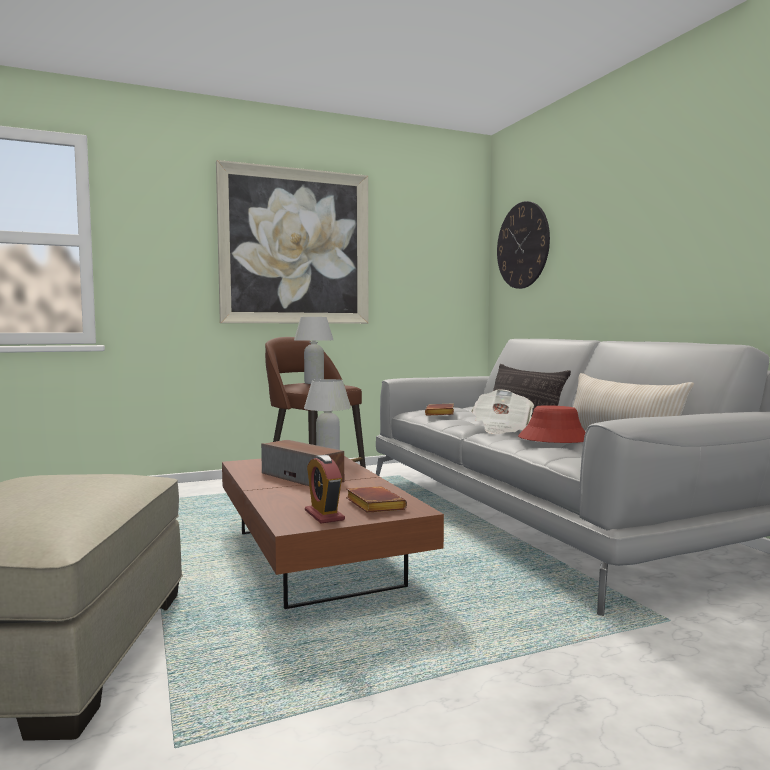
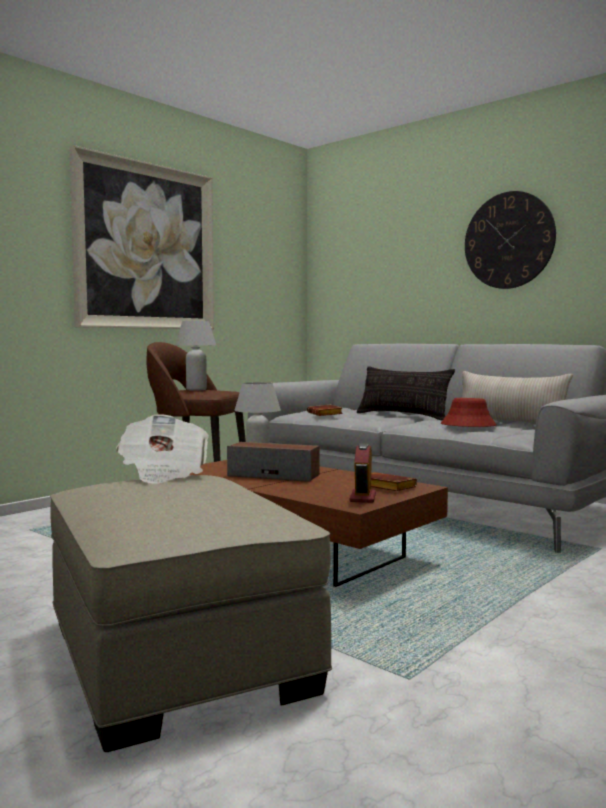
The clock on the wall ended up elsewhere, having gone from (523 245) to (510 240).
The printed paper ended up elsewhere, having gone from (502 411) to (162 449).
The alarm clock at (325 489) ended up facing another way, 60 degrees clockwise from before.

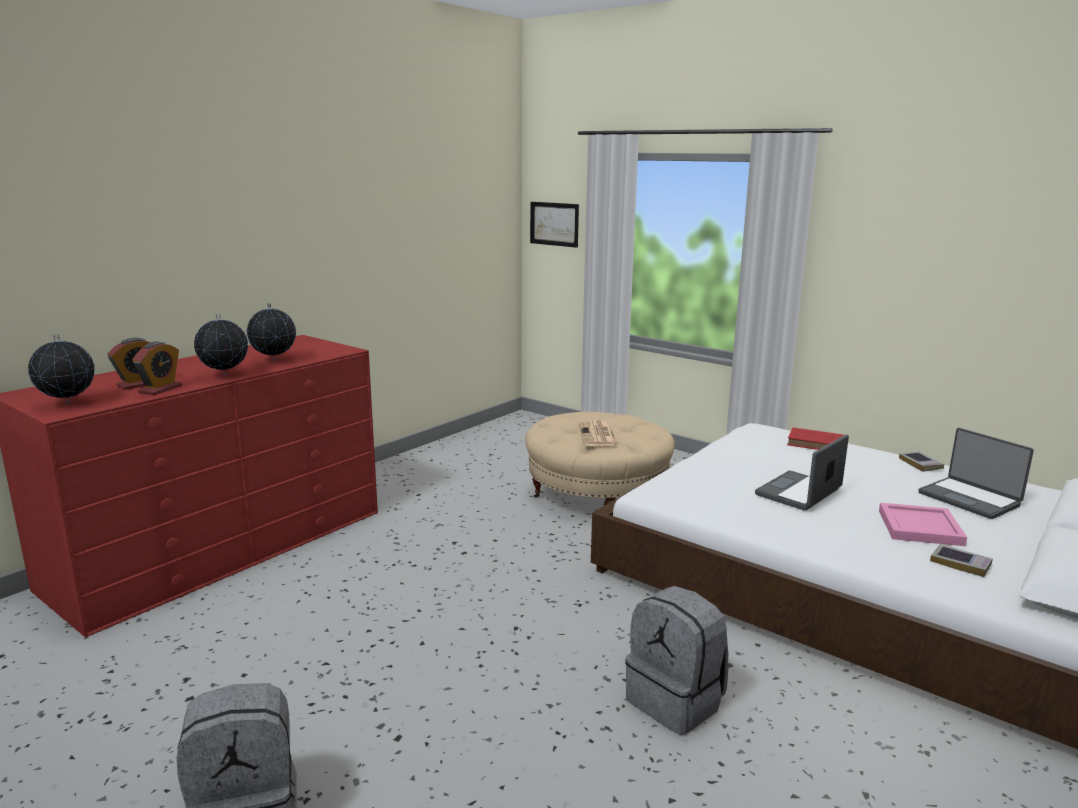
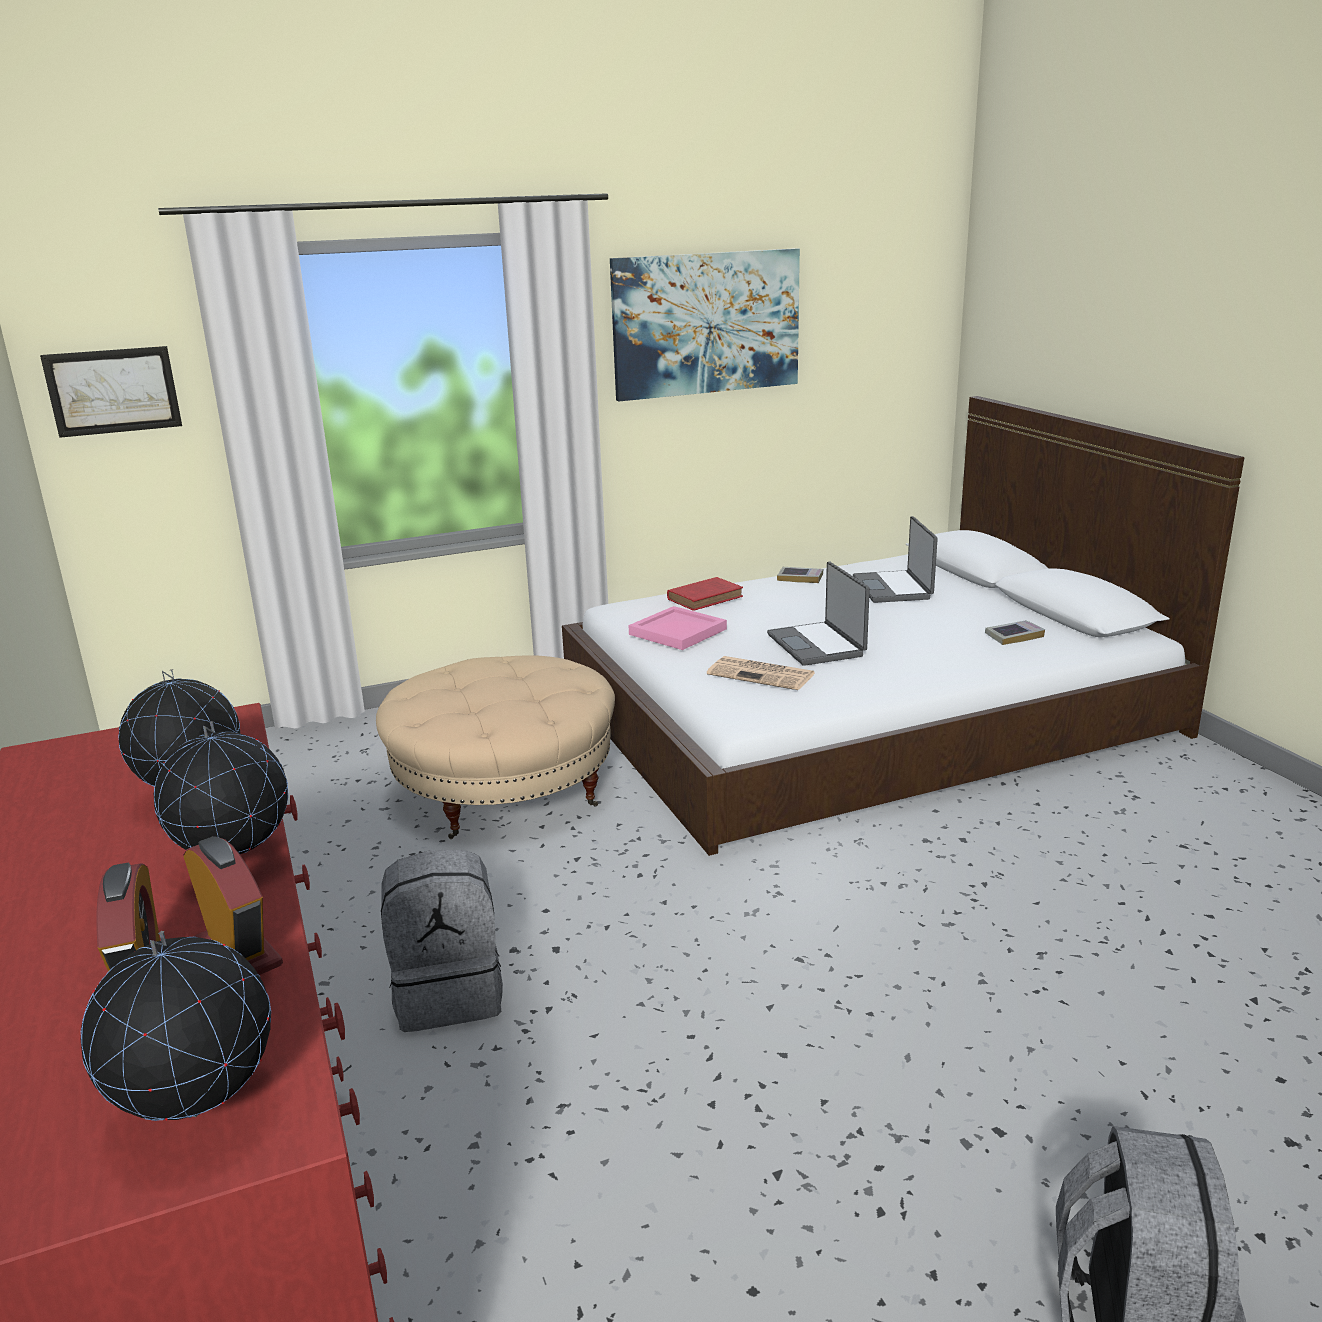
The printed paper ended up elsewhere, having gone from (598 433) to (761 673).
The laptop at (976 473) ended up facing another way, 90 degrees clockwise from before.
The pinkish serving tray ended up elsewhere, having gone from (923 524) to (678 628).
The gray knapsack ended up elsewhere, having gone from (676 660) to (442 941).
The second view gained the wall art at (705 324).

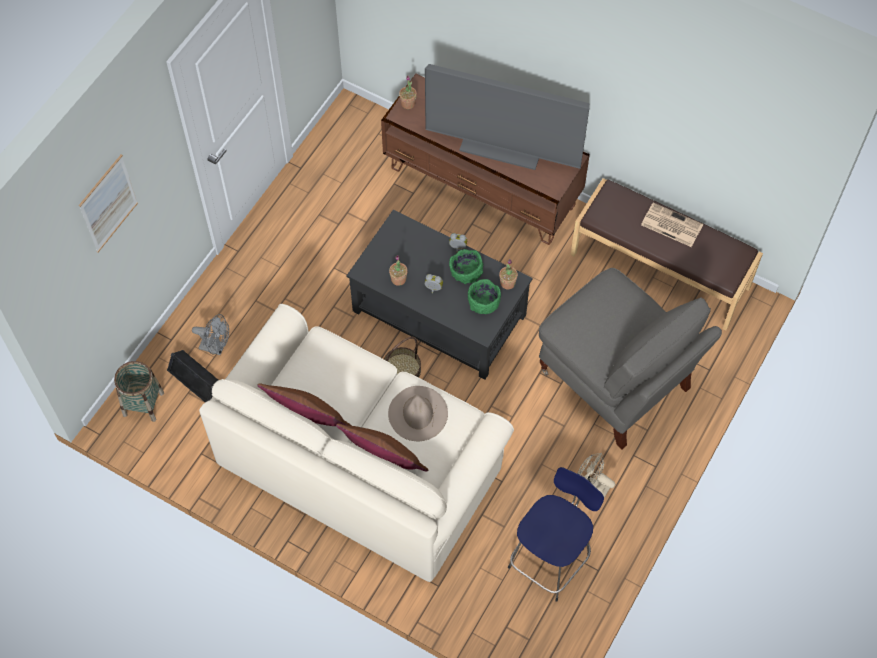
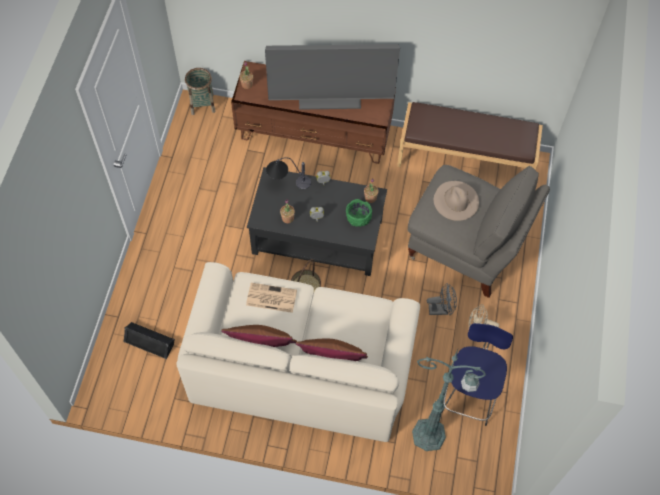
The second view lost the wall art at (108 203).
The printed paper ended up elsewhere, having gone from (672 225) to (271 298).
The second view lost the greenish deep dish at (466 266).
The gray cooling fan ended up elsewhere, having gone from (210 334) to (442 299).
The basket ended up elsewhere, having gone from (139 391) to (200 91).
The beige clothing hat ended up elsewhere, having gone from (418 413) to (456 201).
The second view gained the lamp for a table at (288 173).
The second view gained the greenish standard lamp at (449 400).

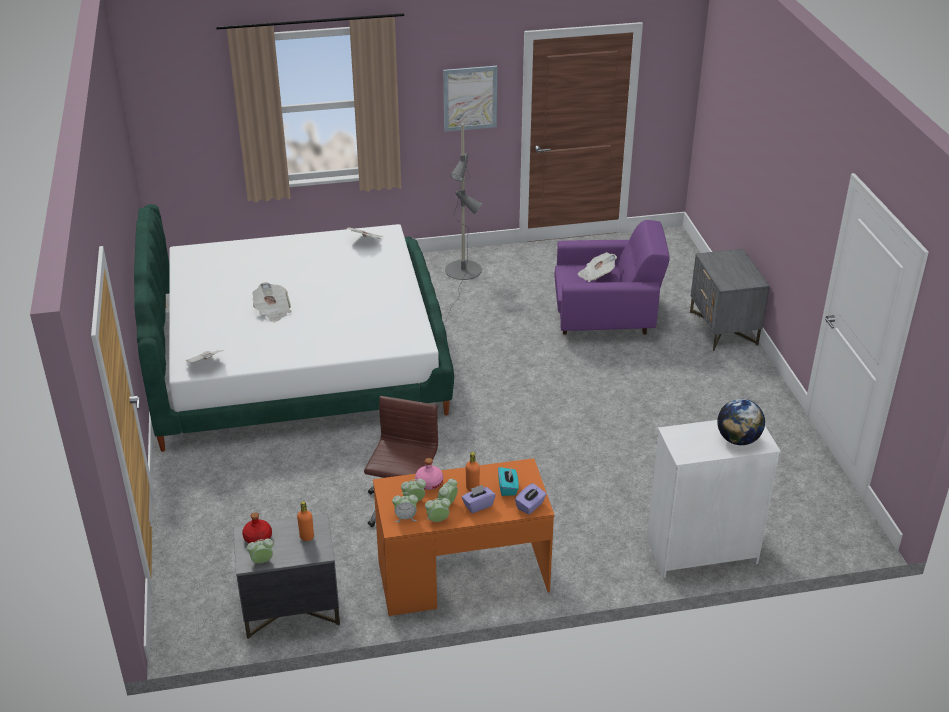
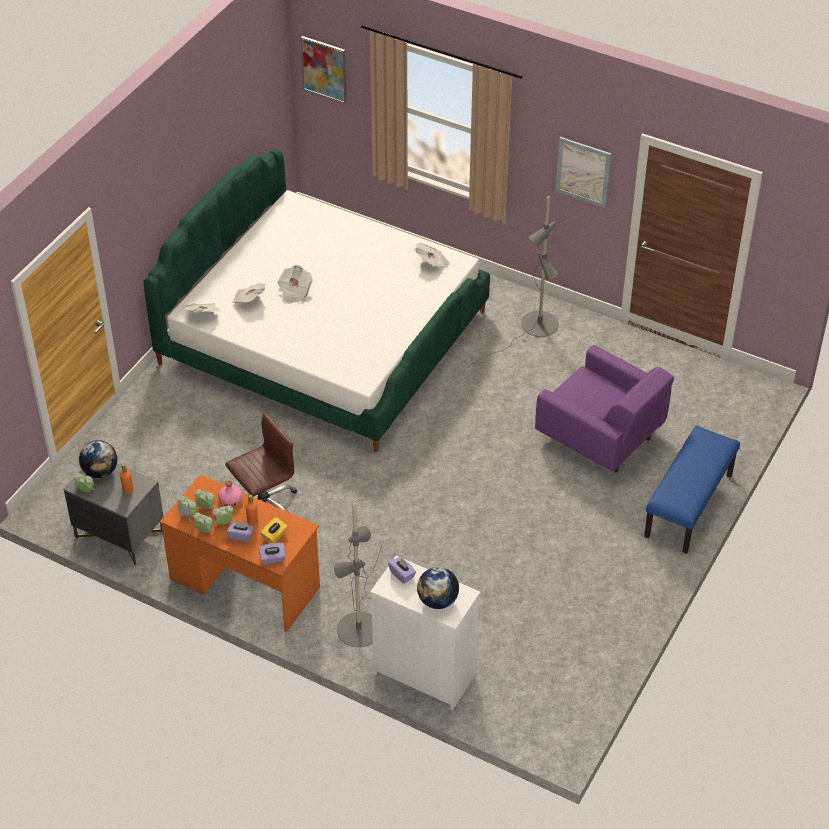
Where the gray nightstand stood at (730 300), the bluish indoor bench came to stand at (692 490).
The printed paper ended up elsewhere, having gone from (597 267) to (249 293).
What was the blue-green box of tissues at (508 481) turned into the yellowish box of tissues at (274 530).
Where the red drink bottle stood at (257 527), the globe came to stand at (98 459).
The second view gained the wall art at (324 69).
The second view gained the gray standard lamp at (357 575).
The second view gained the purple box of tissues at (402 570).

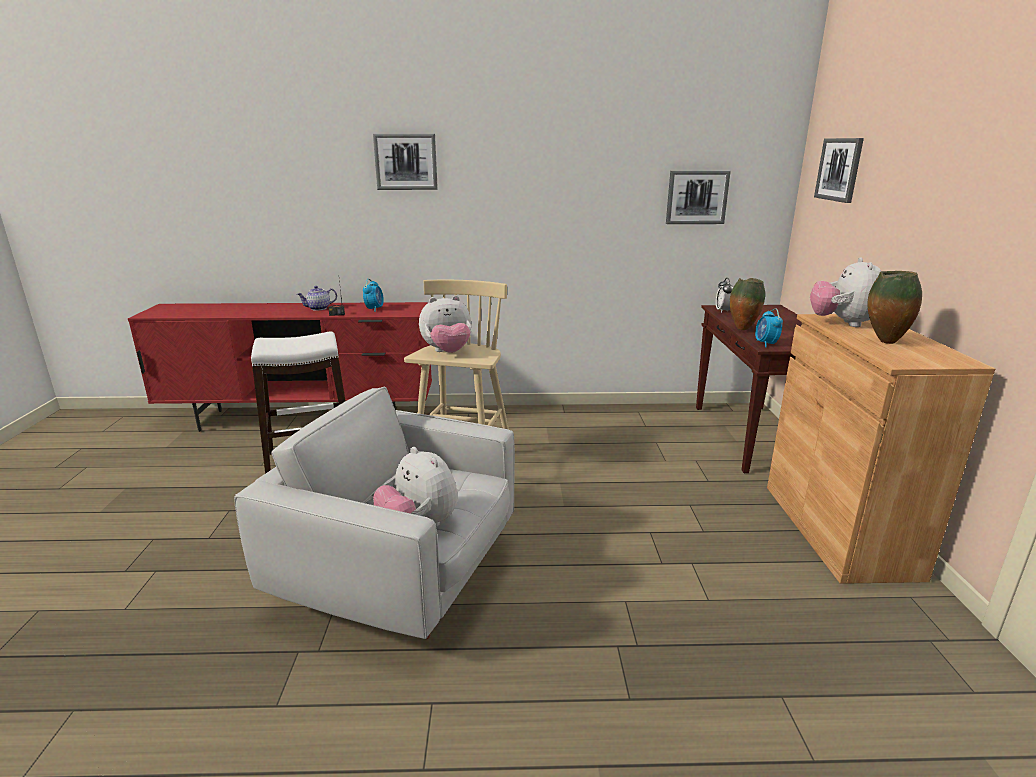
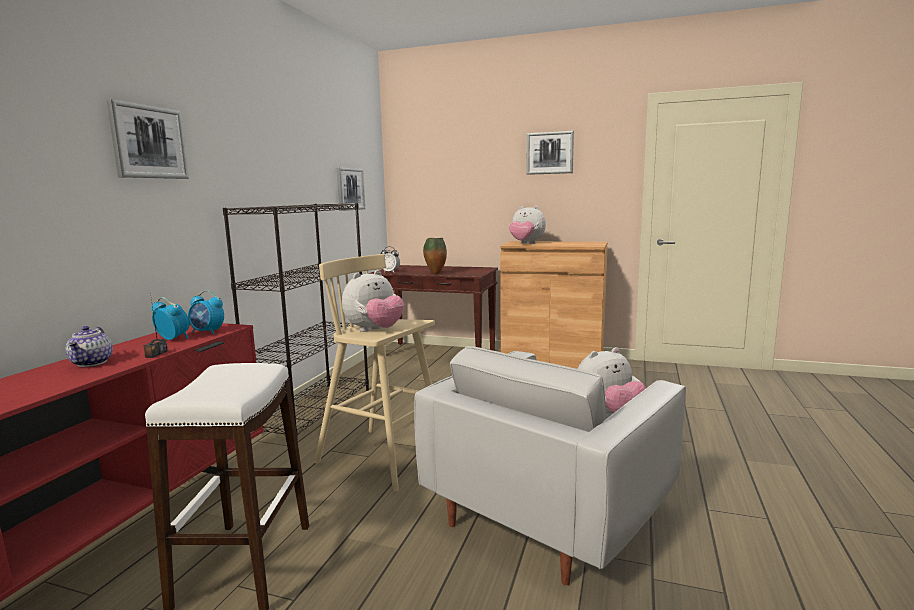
The wall art ended up elsewhere, having gone from (839 170) to (550 153).
The second view lost the decorative vase at (895 307).
The plush toy at (445 324) ended up facing another way, 45 degrees clockwise from before.
The alarm clock ended up elsewhere, having gone from (769 327) to (206 312).
The second view gained the black bookshelf at (296 321).

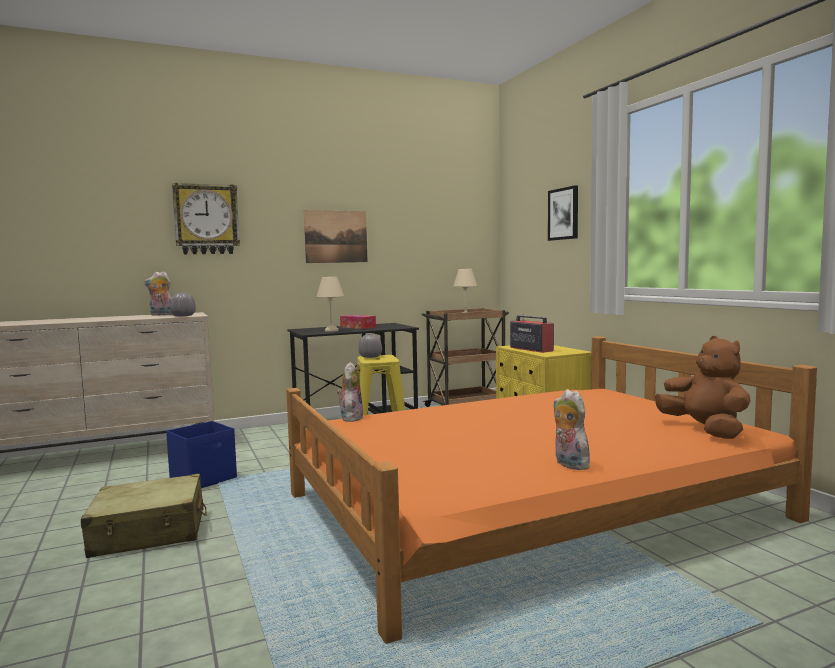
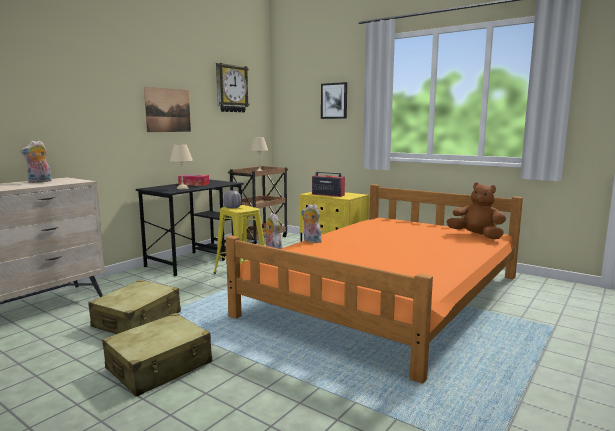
The clock on the wall ended up elsewhere, having gone from (206 218) to (232 87).
The second view lost the gray decorative vase at (183 304).
The plush toy ended up elsewhere, having gone from (572 429) to (311 223).
Where the bluish storage box stood at (201 454), the beige piece of luggage came to stand at (134 307).

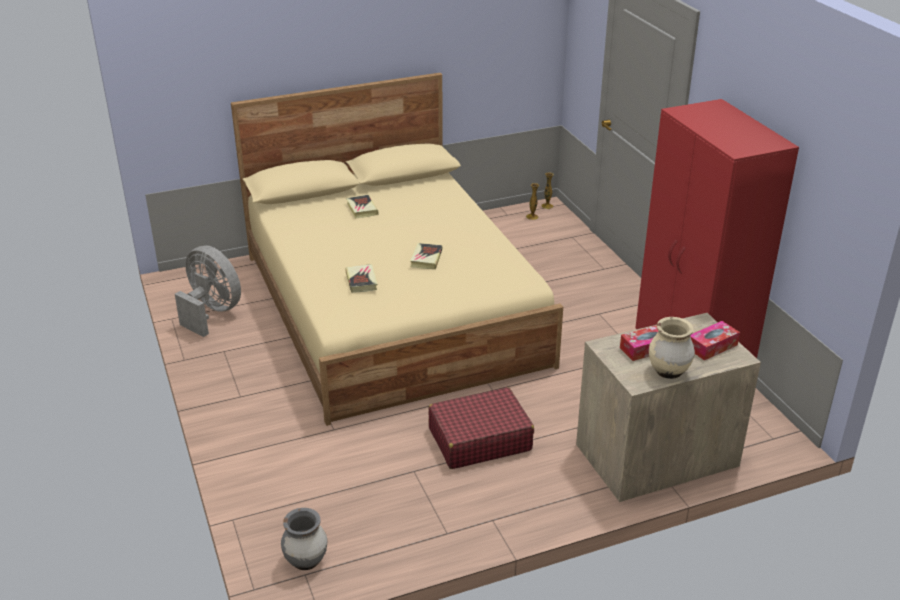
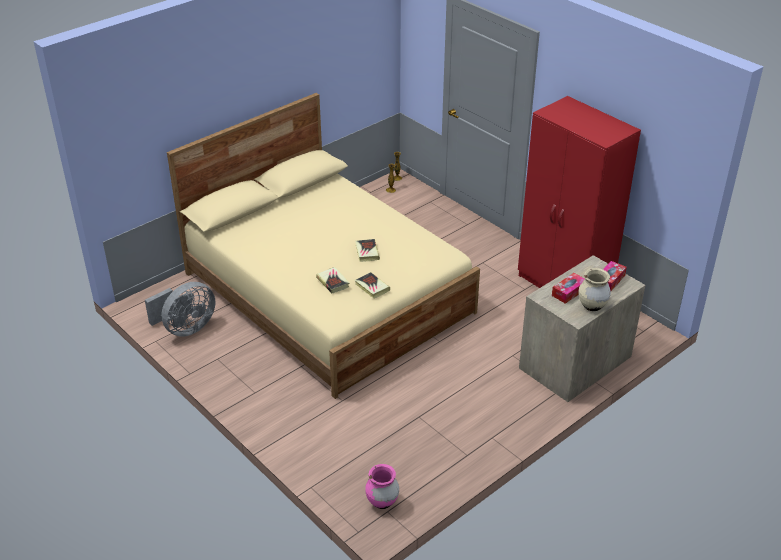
The volume ended up elsewhere, having gone from (362 207) to (372 285).
The gray cooling fan at (208 291) ended up facing another way, 120 degrees clockwise from before.
The second view lost the red piece of luggage at (481 428).
What was the gray decorative vase at (304 539) turned into the pinkish decorative vase at (382 486).

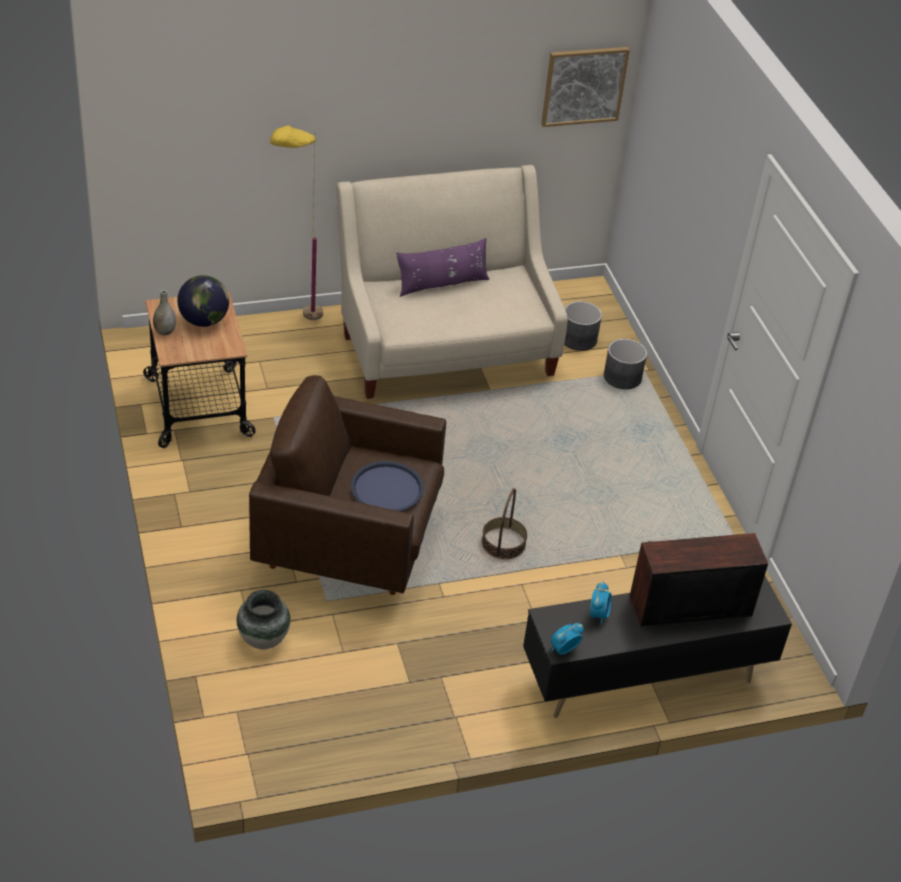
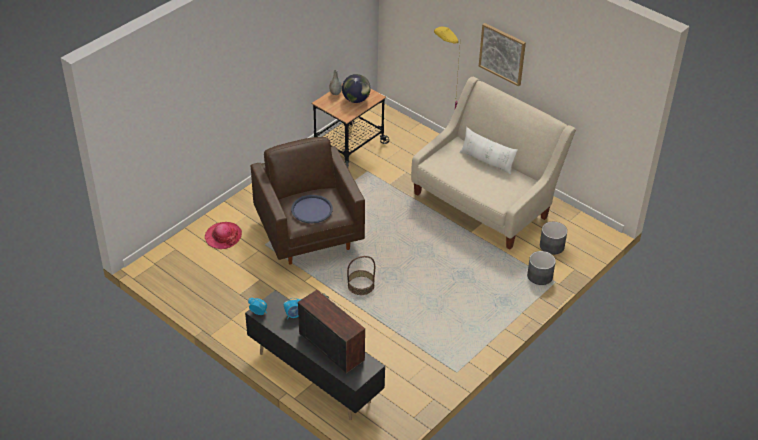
The wall art ended up elsewhere, having gone from (585 87) to (502 54).
What was the purple pillow at (442 267) turned into the white pillow at (489 151).
Where the decorative vase stood at (264 619), the clothing hat came to stand at (223 235).

